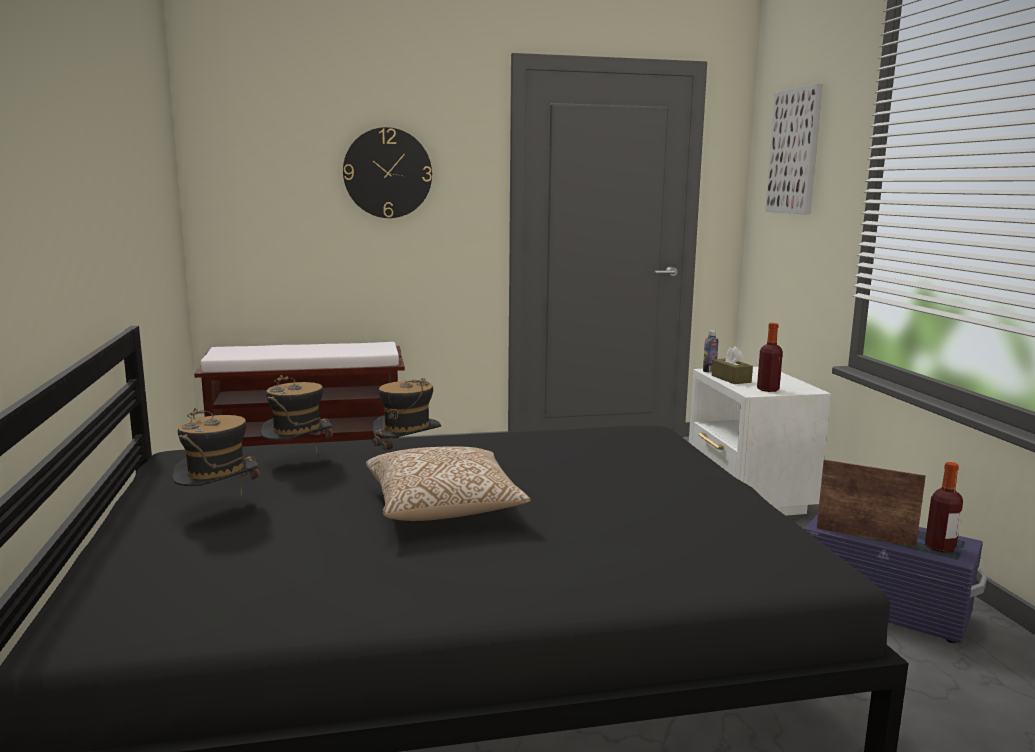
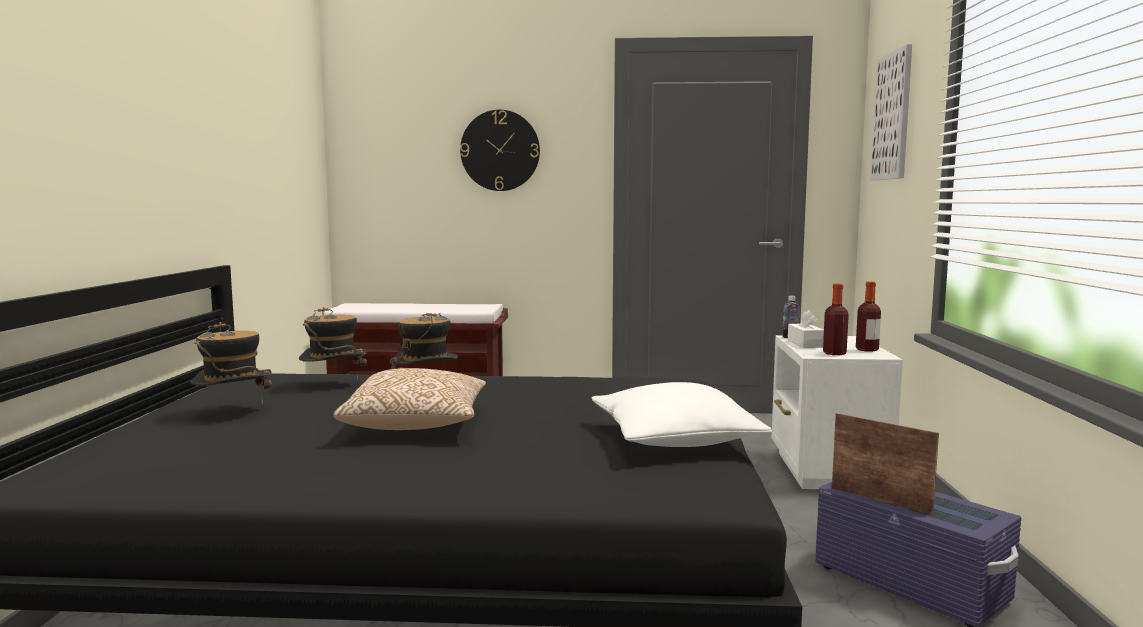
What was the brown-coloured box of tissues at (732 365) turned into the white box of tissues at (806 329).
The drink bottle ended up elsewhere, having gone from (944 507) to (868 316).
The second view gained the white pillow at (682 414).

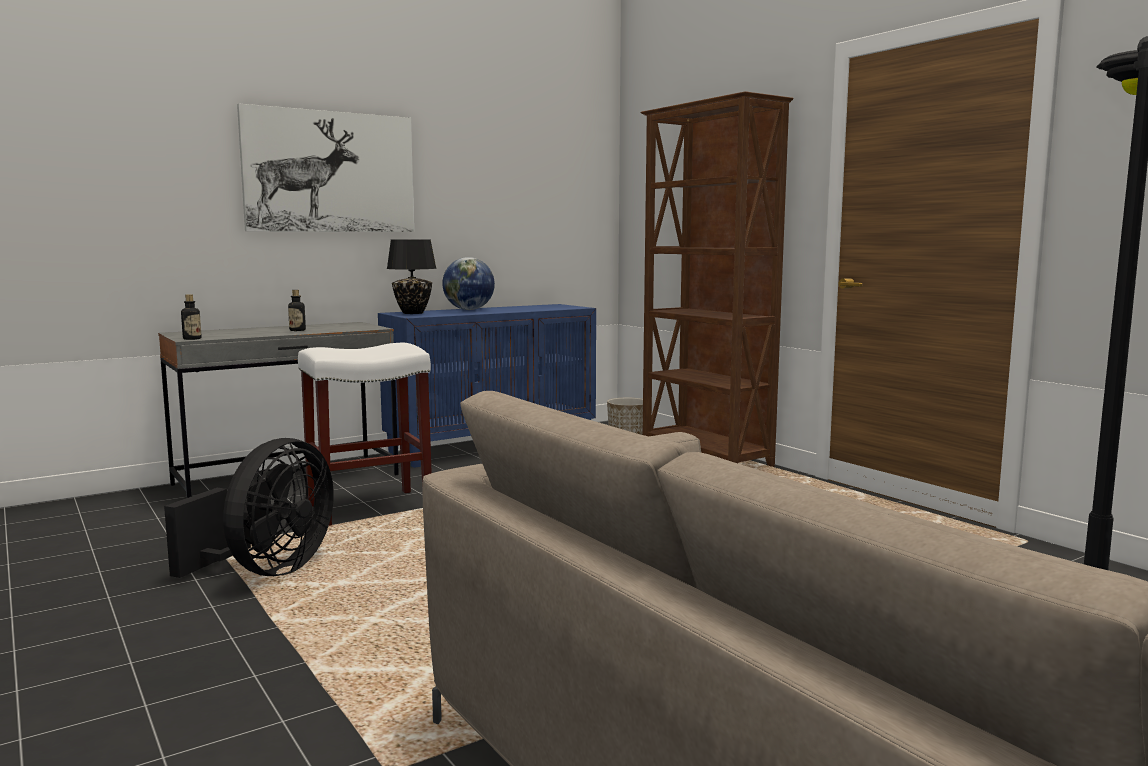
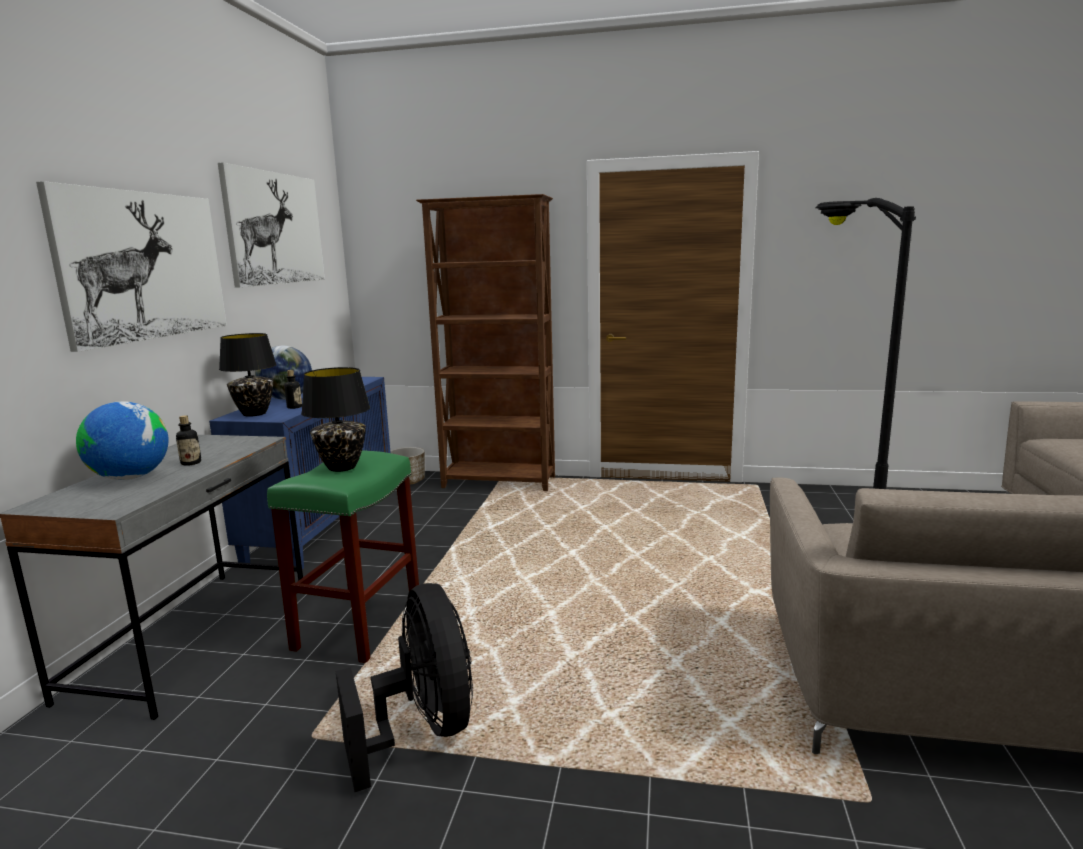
The drink bottle ended up elsewhere, having gone from (191 317) to (293 389).
What was the white stool seat at (365 434) turned into the greenish stool seat at (343 556).
The second view gained the wall art at (271 224).
The second view gained the black lamp for a table at (335 419).
The second view gained the globe at (122 440).

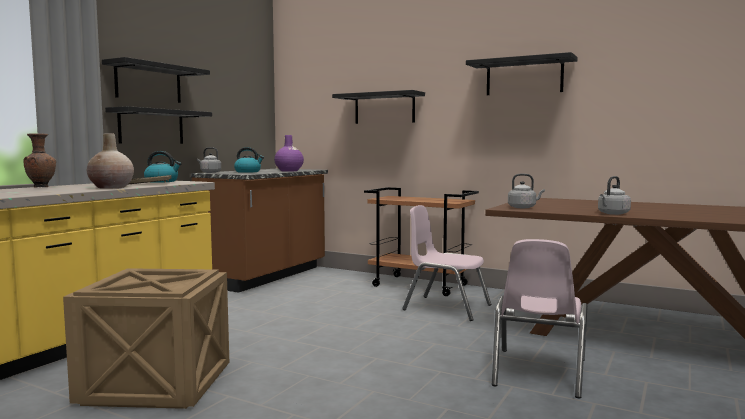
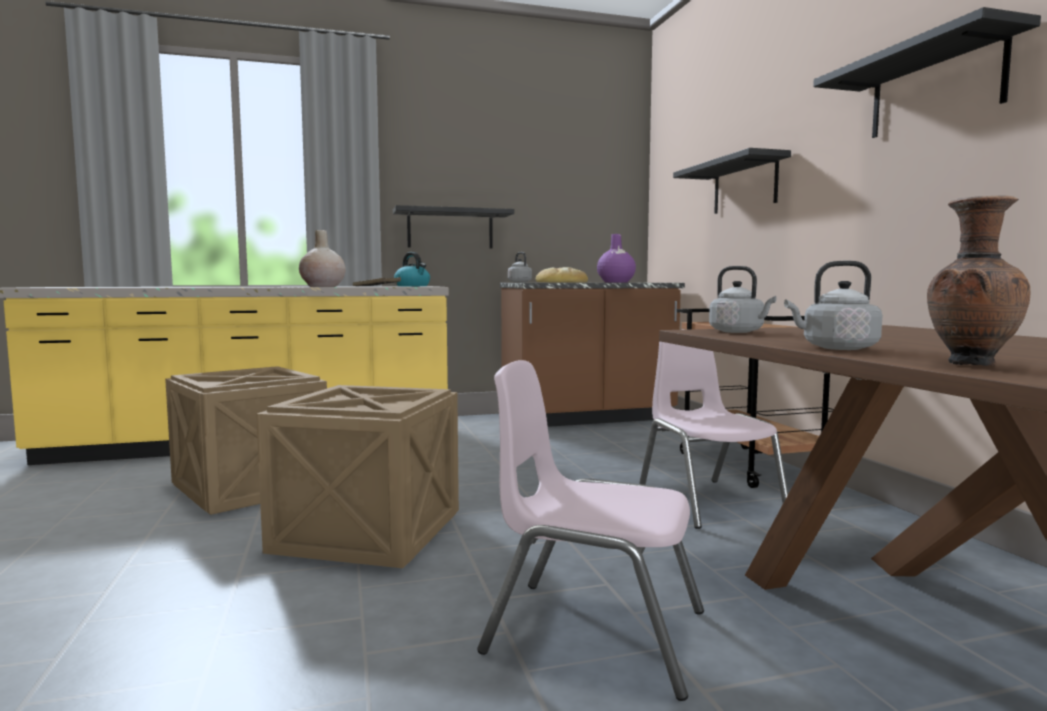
The second view lost the black bracket shelf at (156 80).
The brown-coloured decorative vase ended up elsewhere, having gone from (39 160) to (978 281).
Where the water kettle stood at (249 160), the bakery bread came to stand at (562 274).
The pinkish plain chair at (540 318) ended up facing another way, 45 degrees clockwise from before.
The second view gained the packing crate at (357 476).

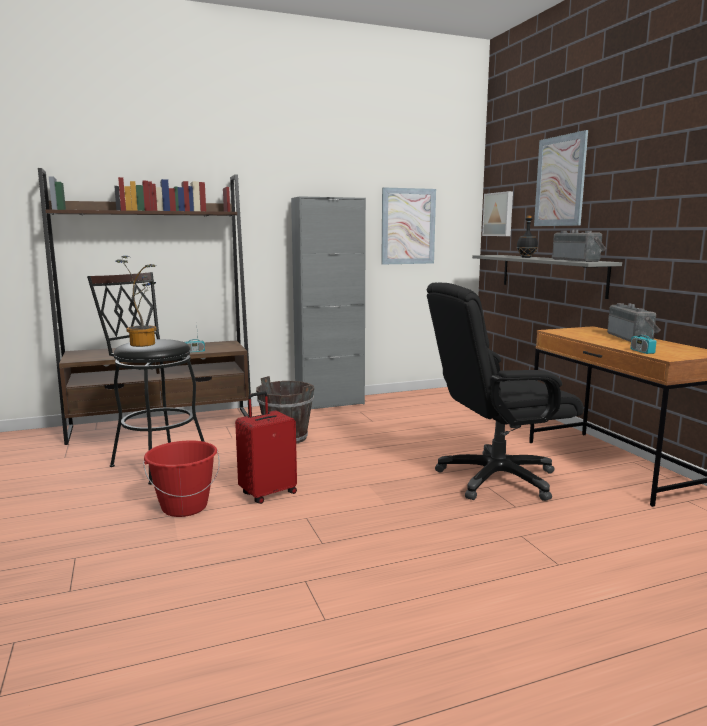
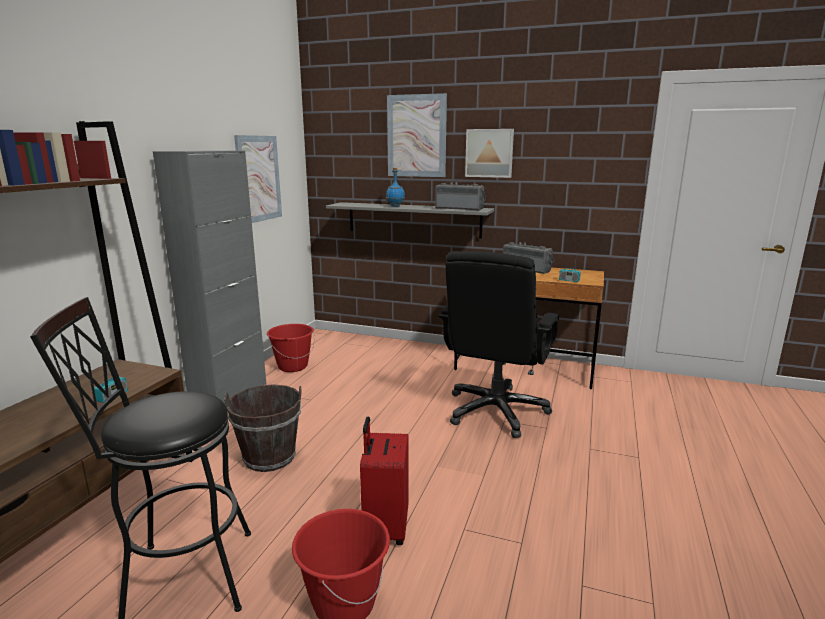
The wall art ended up elsewhere, having gone from (497 213) to (489 153).
What was the black drink bottle at (527 237) turned into the bluish drink bottle at (395 187).
The second view lost the potted plant at (136 301).
The second view gained the red water bucket at (291 348).

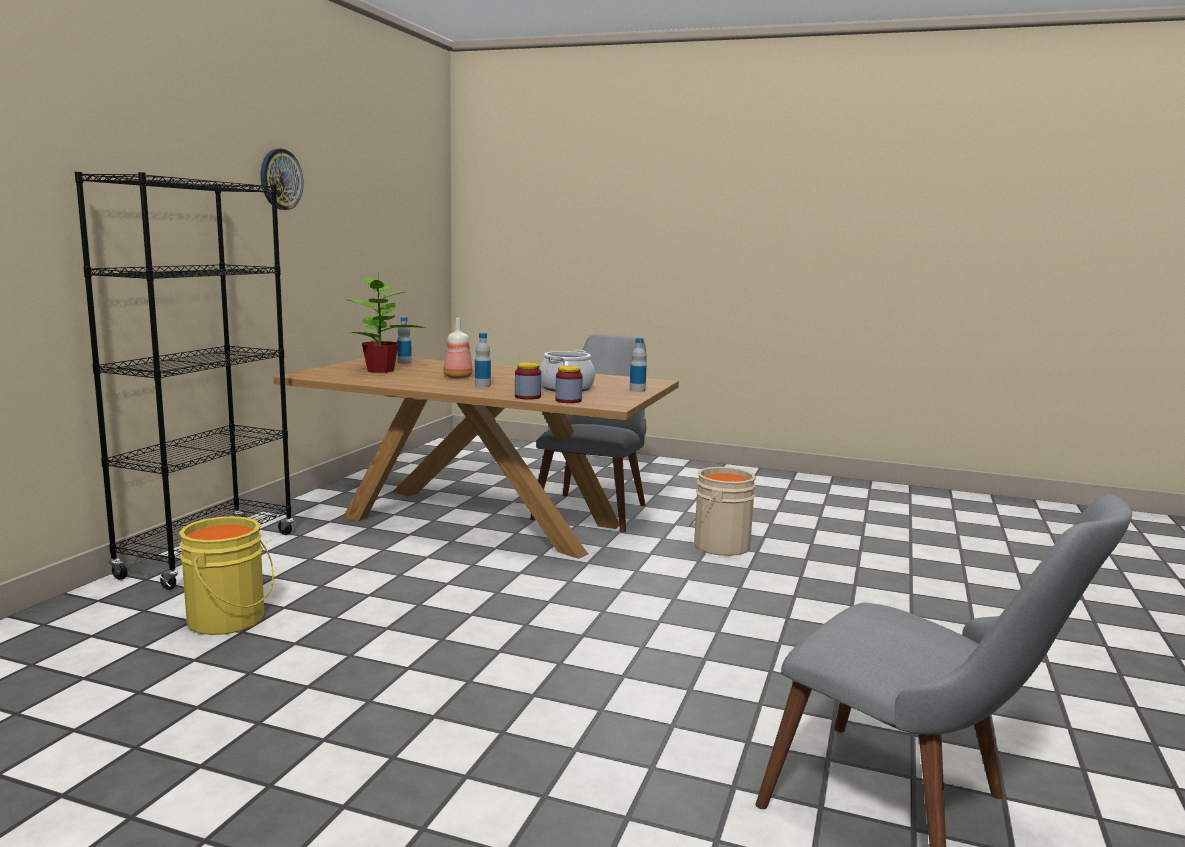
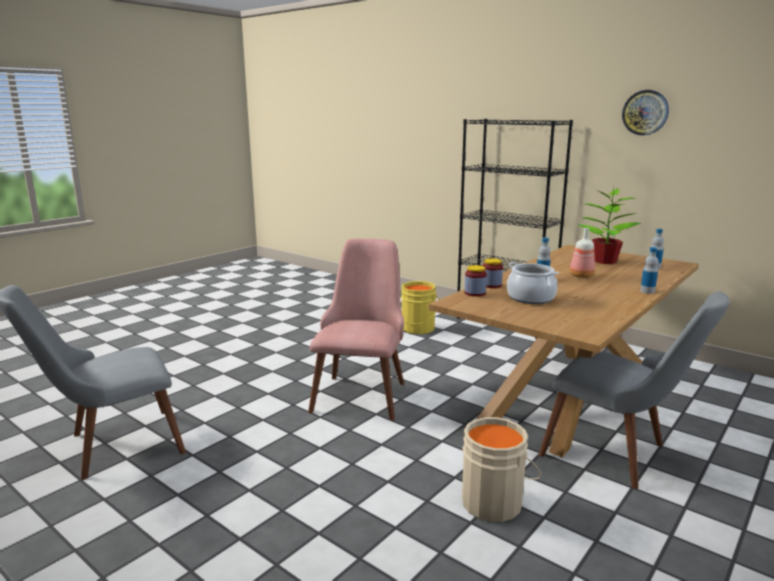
The drink bottle ended up elsewhere, having gone from (638 365) to (649 270).
The second view gained the pinkish plain chair at (356 330).

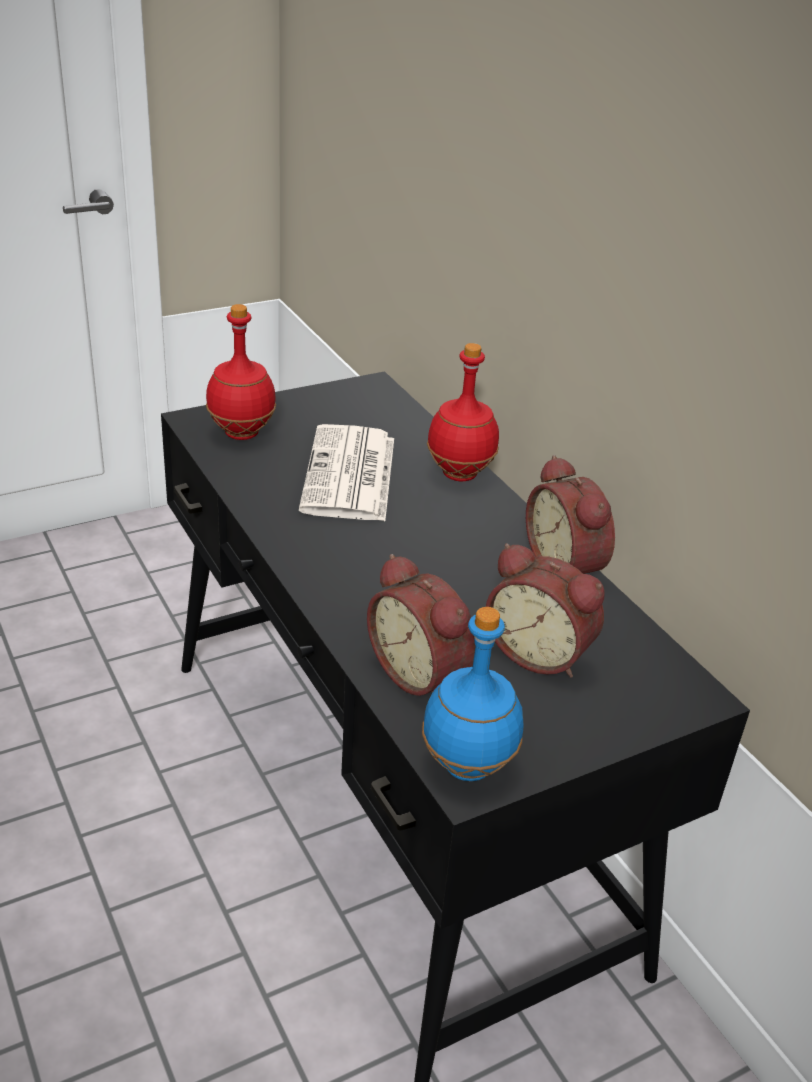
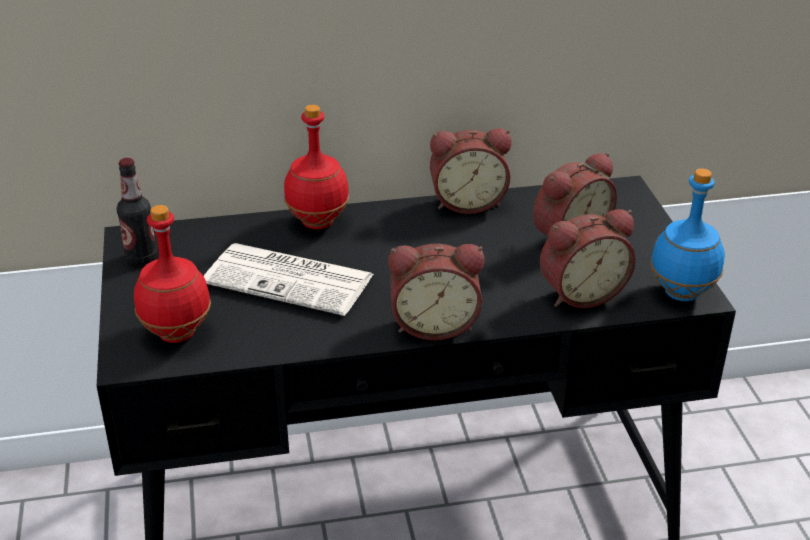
The second view gained the drink bottle at (137 211).
The second view gained the alarm clock at (436 292).

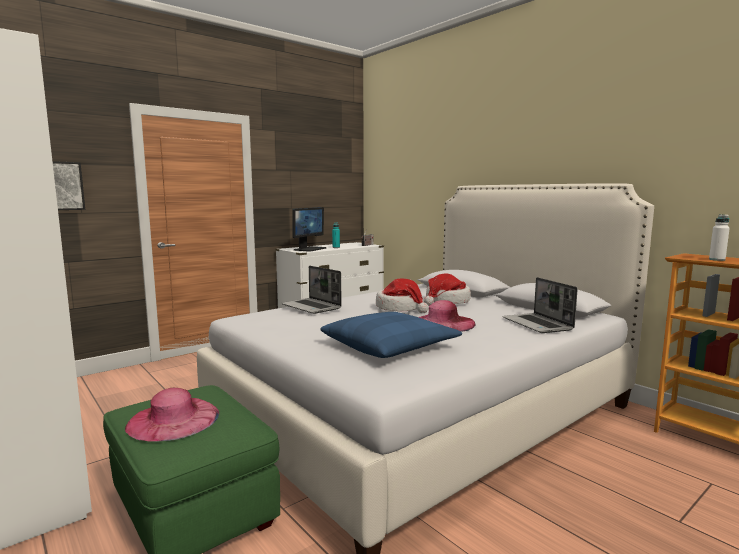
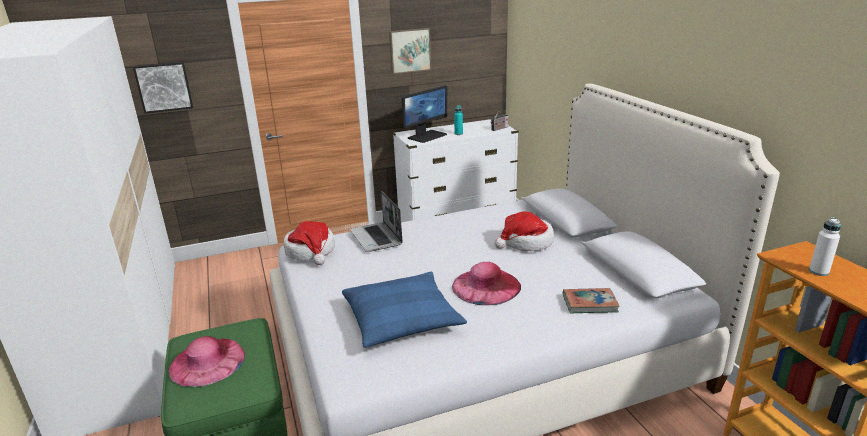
Where the laptop stood at (540 305), the volume came to stand at (591 300).
The clothing hat ended up elsewhere, having gone from (402 295) to (309 243).
The second view gained the wall art at (410 51).

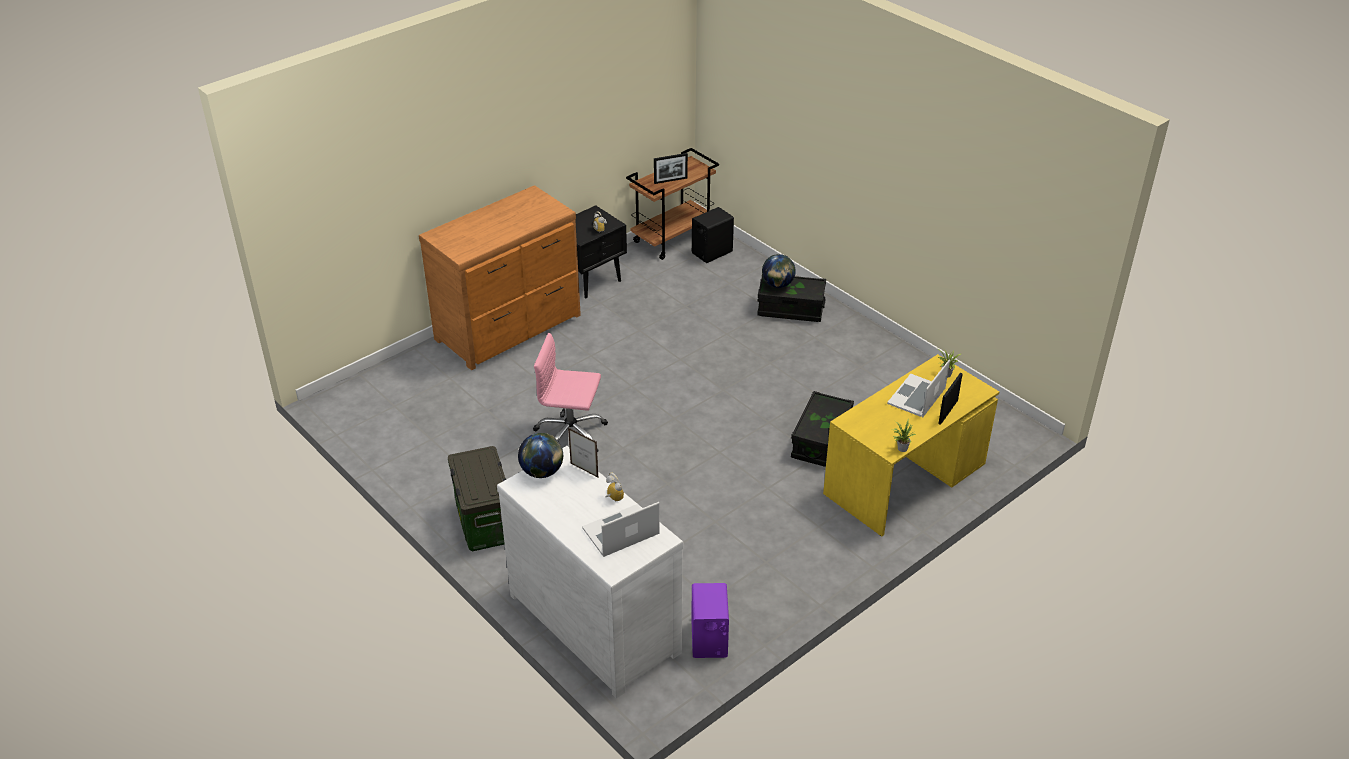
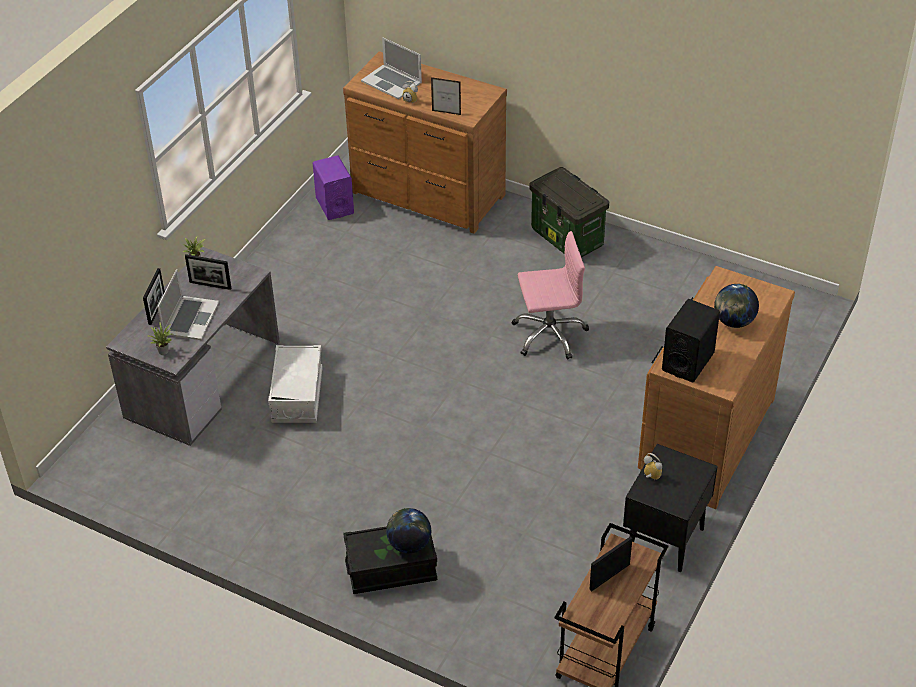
The black speaker ended up elsewhere, having gone from (713 235) to (691 340).
What was the yellowish desk table at (911 445) turned into the gray desk table at (193 346).
What was the black storage box at (822 429) turned into the white storage box at (295 384).
The globe ended up elsewhere, having gone from (540 455) to (736 306).
What was the white dresser at (590 572) turned into the brown-coloured dresser at (425 142).
The laptop at (621 529) ended up facing another way, 90 degrees clockwise from before.
The second view gained the standing frame at (208 272).

